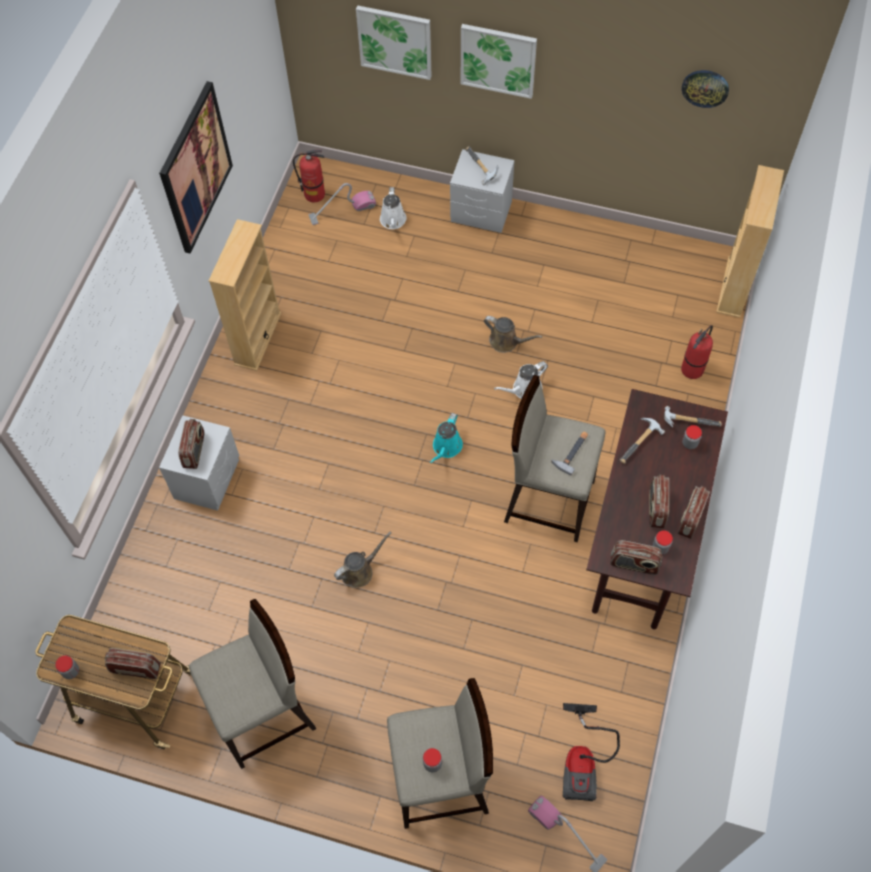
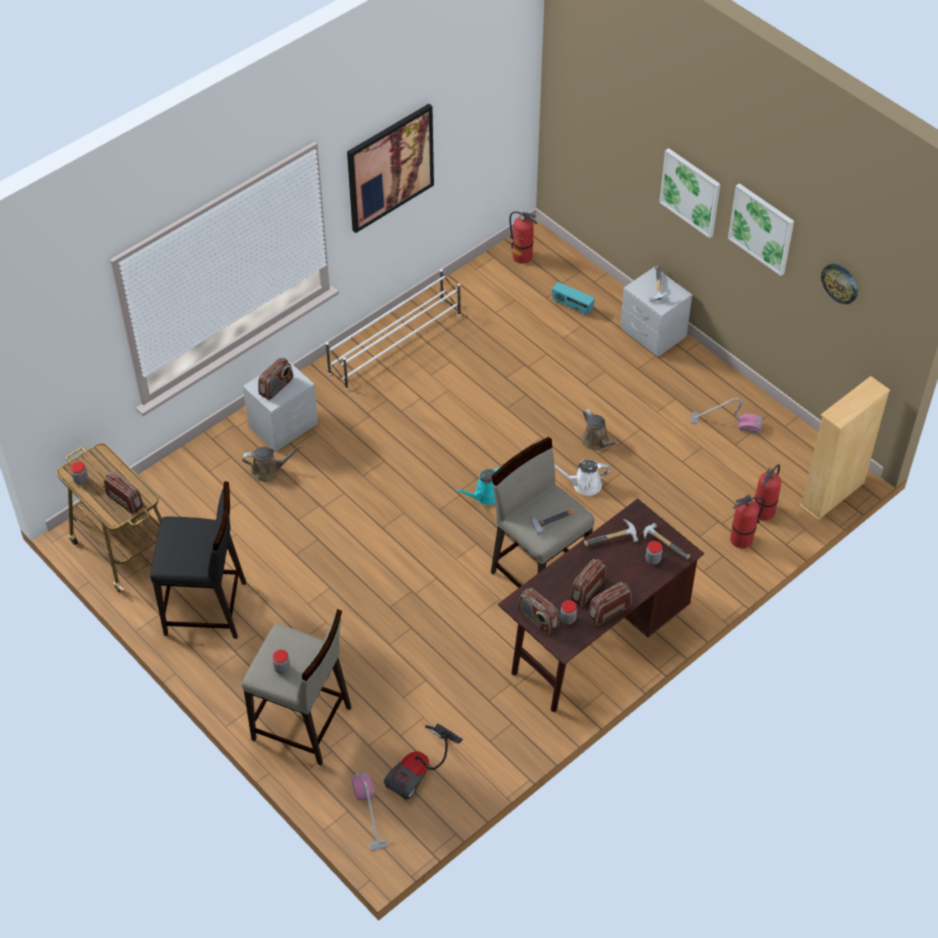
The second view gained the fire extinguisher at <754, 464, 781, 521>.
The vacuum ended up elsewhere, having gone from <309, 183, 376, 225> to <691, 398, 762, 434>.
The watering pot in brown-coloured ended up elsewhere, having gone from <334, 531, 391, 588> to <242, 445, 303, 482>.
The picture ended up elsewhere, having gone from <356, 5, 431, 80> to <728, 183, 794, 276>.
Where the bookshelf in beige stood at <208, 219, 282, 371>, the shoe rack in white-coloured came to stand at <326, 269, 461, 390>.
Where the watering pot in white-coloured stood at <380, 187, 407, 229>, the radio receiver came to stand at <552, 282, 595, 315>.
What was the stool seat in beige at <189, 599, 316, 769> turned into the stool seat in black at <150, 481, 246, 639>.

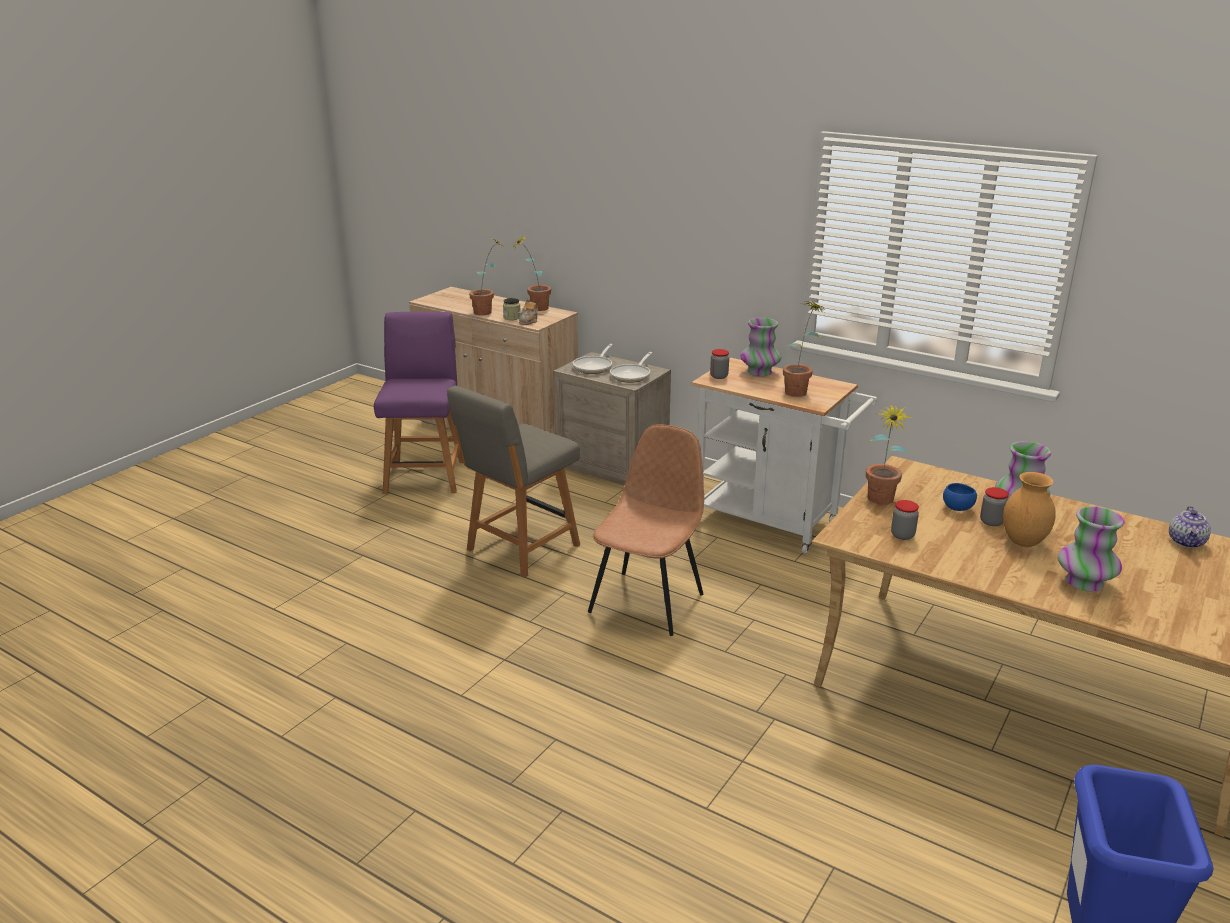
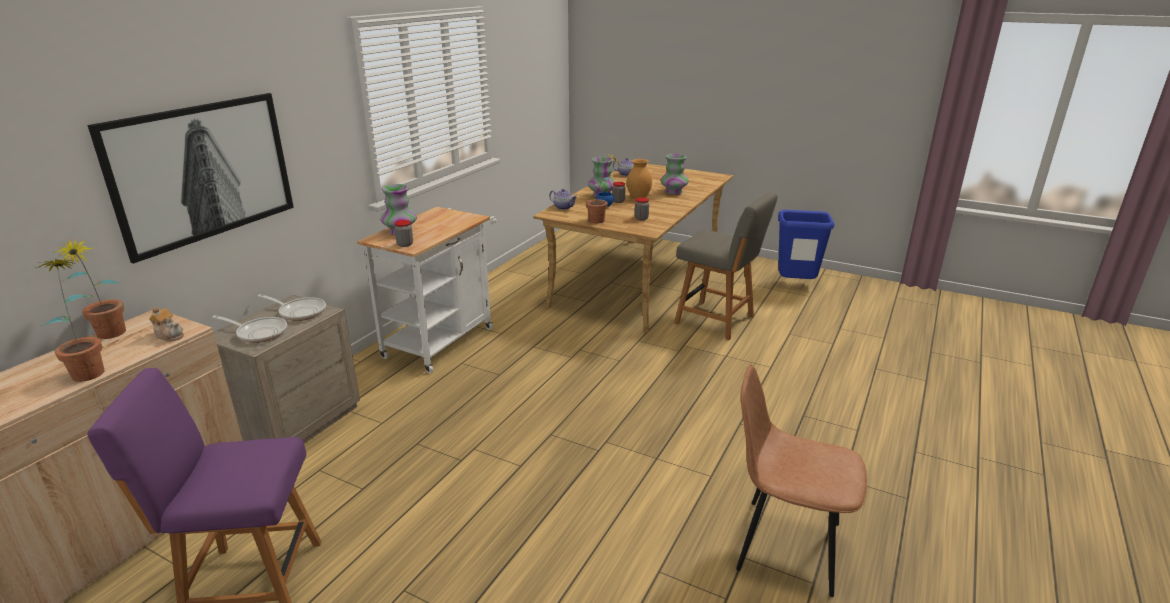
The second view lost the jar at <503, 298, 520, 320>.
The second view lost the plant in a pot at <783, 301, 823, 397>.
The second view gained the picture at <87, 93, 294, 263>.
The second view gained the tea pot at <549, 189, 578, 210>.
The upright chair in grey ended up elsewhere, having gone from <447, 386, 580, 578> to <674, 192, 777, 340>.
The upright chair in brown-coloured ended up elsewhere, having gone from <588, 424, 704, 636> to <736, 364, 867, 597>.

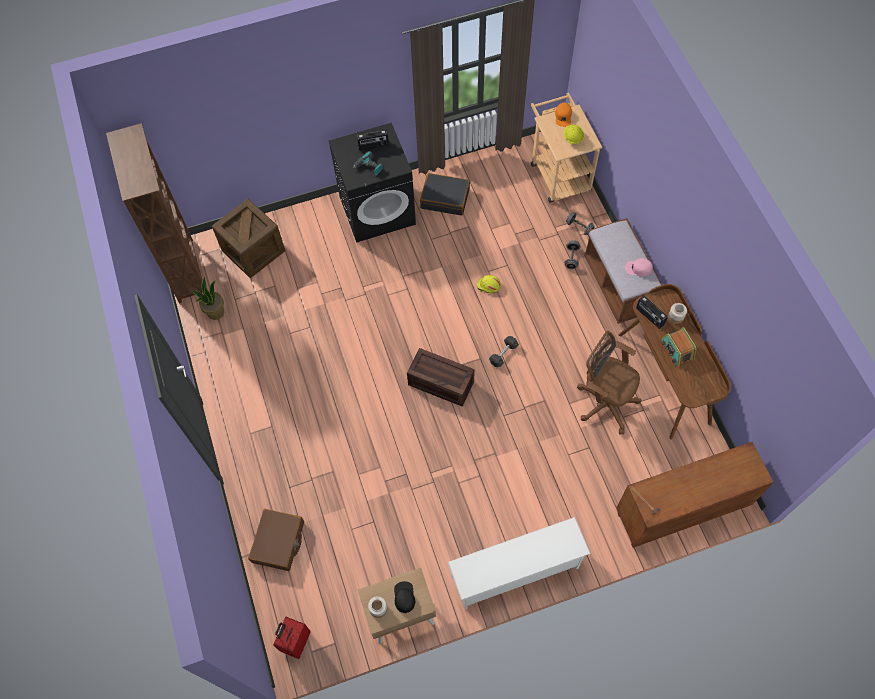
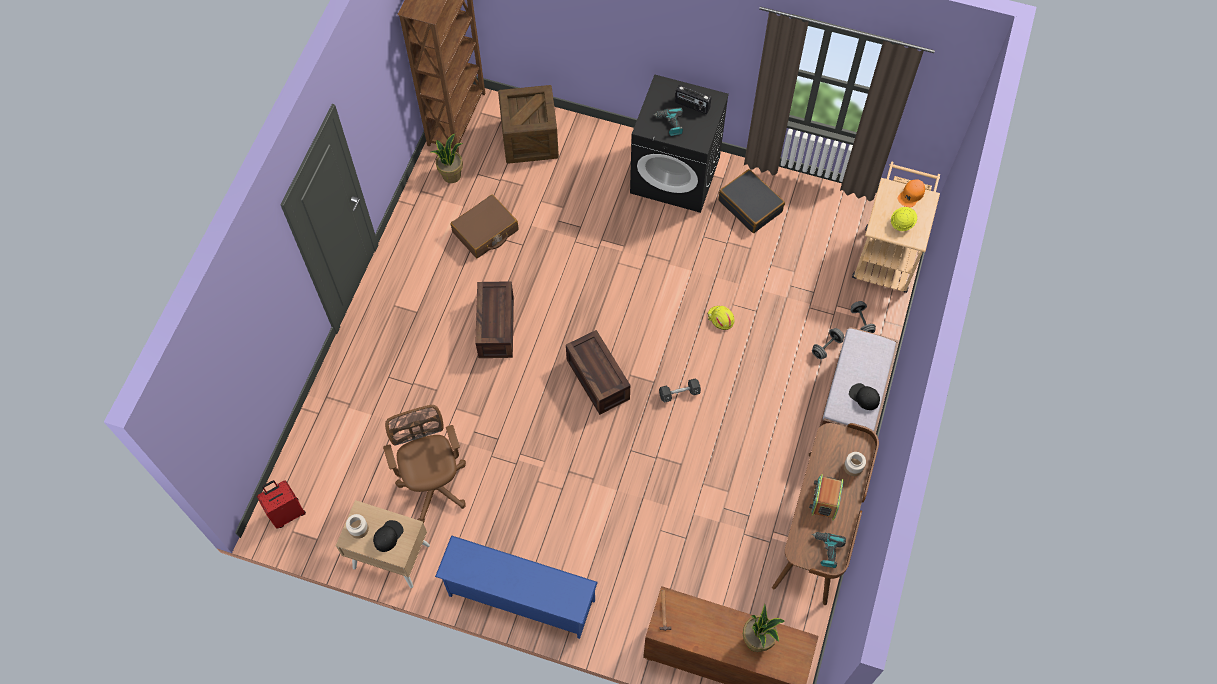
The second view lost the radio receiver at <636, 296, 668, 329>.
The second view gained the crate at <475, 281, 514, 358>.
The second view gained the plant in a pot at <743, 604, 785, 652>.
The second view gained the electric drill at <812, 532, 846, 568>.
The suitcase in brown-coloured ended up elsewhere, having gone from <248, 509, 304, 571> to <450, 195, 518, 258>.
The office chair in brown-coloured ended up elsewhere, having gone from <577, 331, 641, 435> to <383, 405, 466, 523>.
What was the shoe rack in white-coloured at <448, 517, 591, 609> turned into the shoe rack in blue-coloured at <435, 535, 598, 639>.
What was the cap in pink-coloured at <625, 258, 653, 277> turned into the cap in black at <849, 383, 880, 410>.

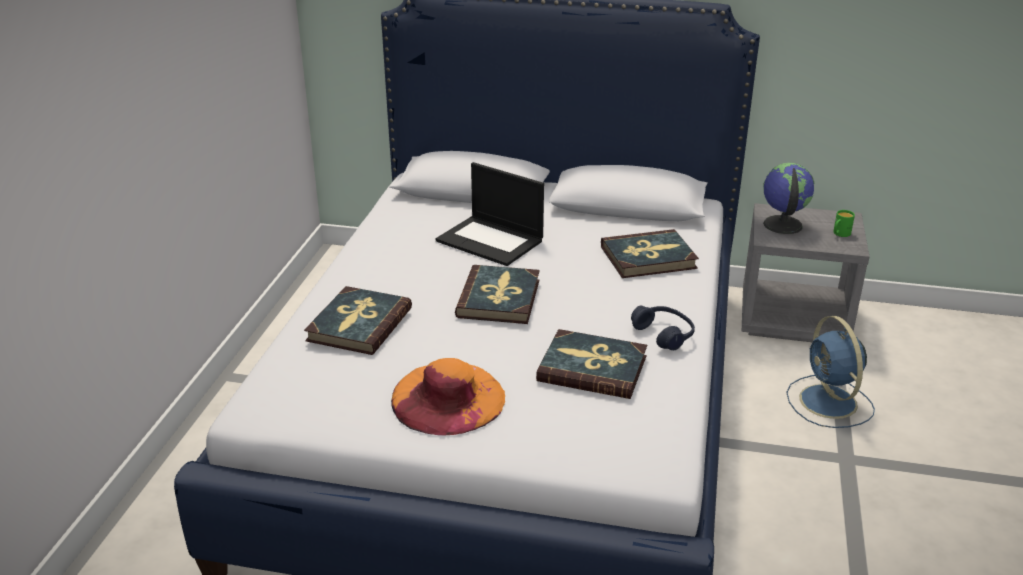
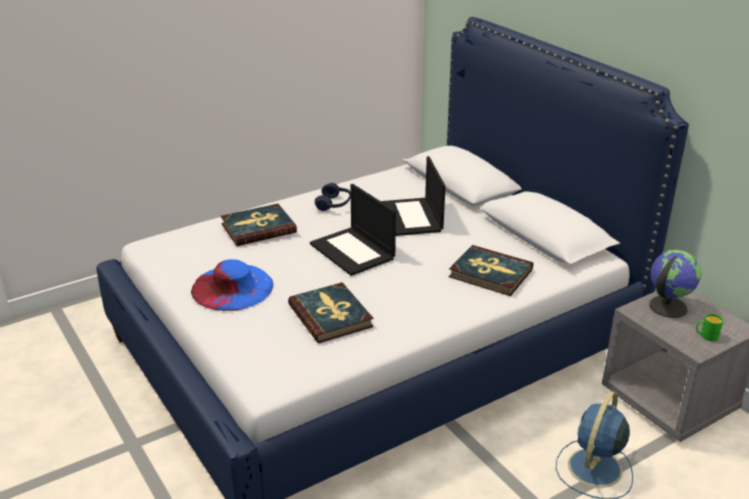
The headphones in blue-coloured ended up elsewhere, having gone from <631, 306, 695, 350> to <315, 183, 351, 211>.
Where the bound book stood at <455, 265, 540, 324>, the laptop came to stand at <310, 184, 396, 276>.
What was the clothing hat in orange at <391, 358, 505, 436> turned into the clothing hat in blue-coloured at <191, 259, 273, 311>.

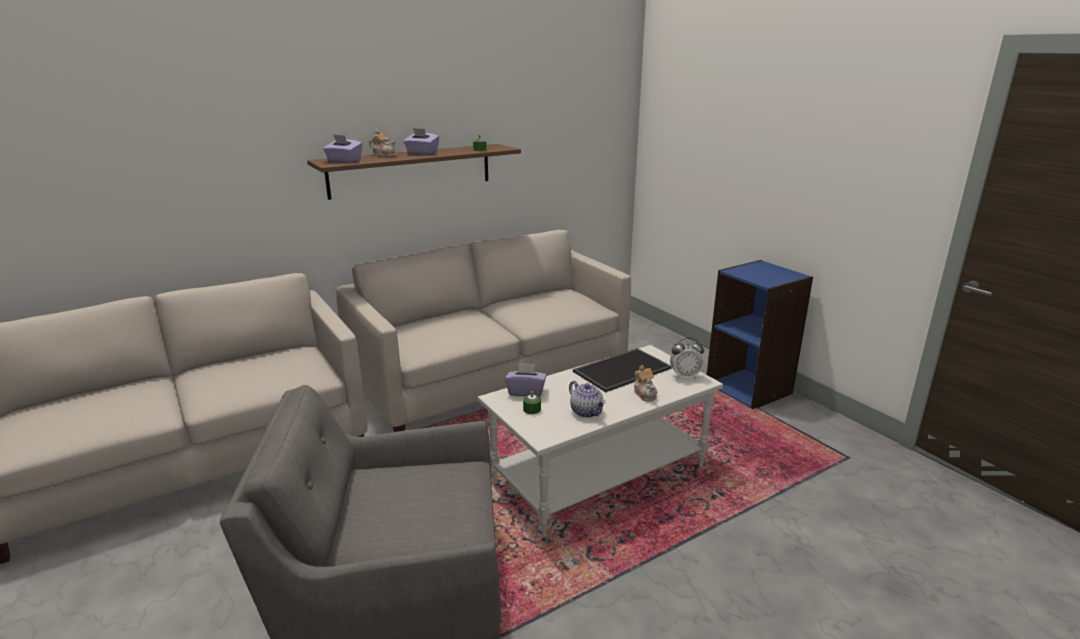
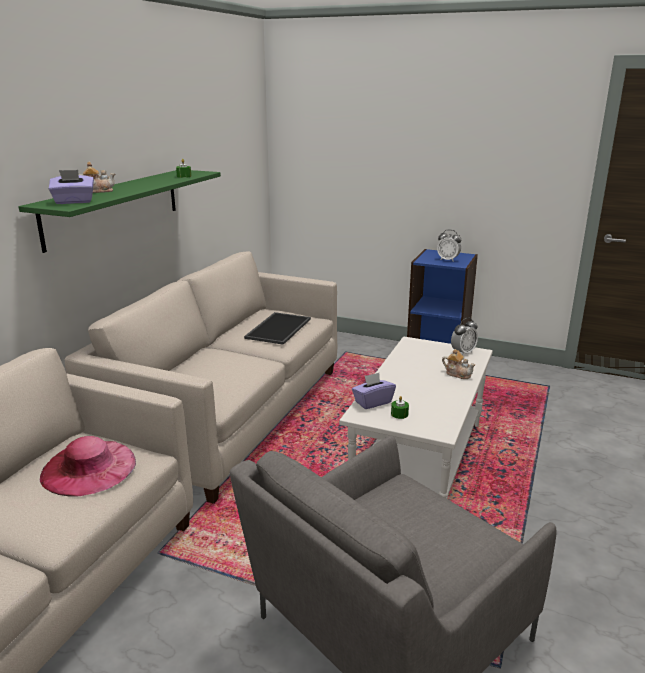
The second view lost the box of tissues in purple at <403, 128, 439, 155>.
The second view lost the tea pot at <569, 381, 606, 418>.
The second view gained the clothing hat in pink-coloured at <40, 436, 136, 497>.
The second view gained the bedside clock at <437, 230, 461, 262>.
The carrying tray ended up elsewhere, having gone from <573, 348, 672, 392> to <244, 312, 311, 345>.
What was the shelf in brown-coloured at <307, 144, 521, 200> turned into the shelf in greenish at <18, 170, 221, 253>.

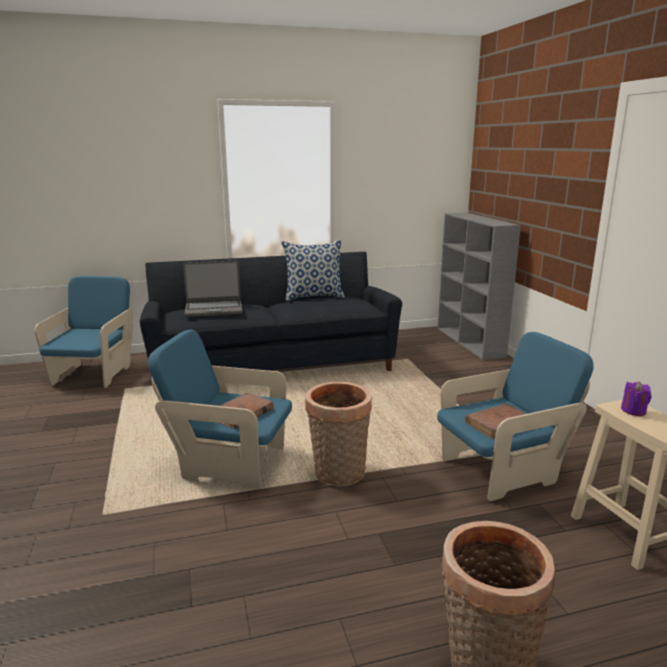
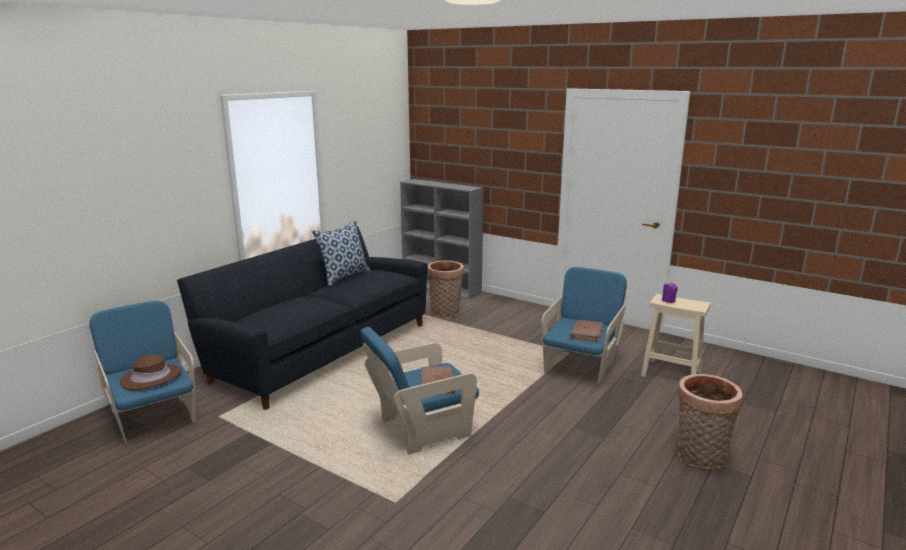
The second view lost the laptop at <183, 261, 243, 317>.
The second view gained the clothing hat in brown-coloured at <120, 355, 182, 391>.
The storage basket ended up elsewhere, having gone from <305, 381, 372, 487> to <427, 261, 464, 318>.

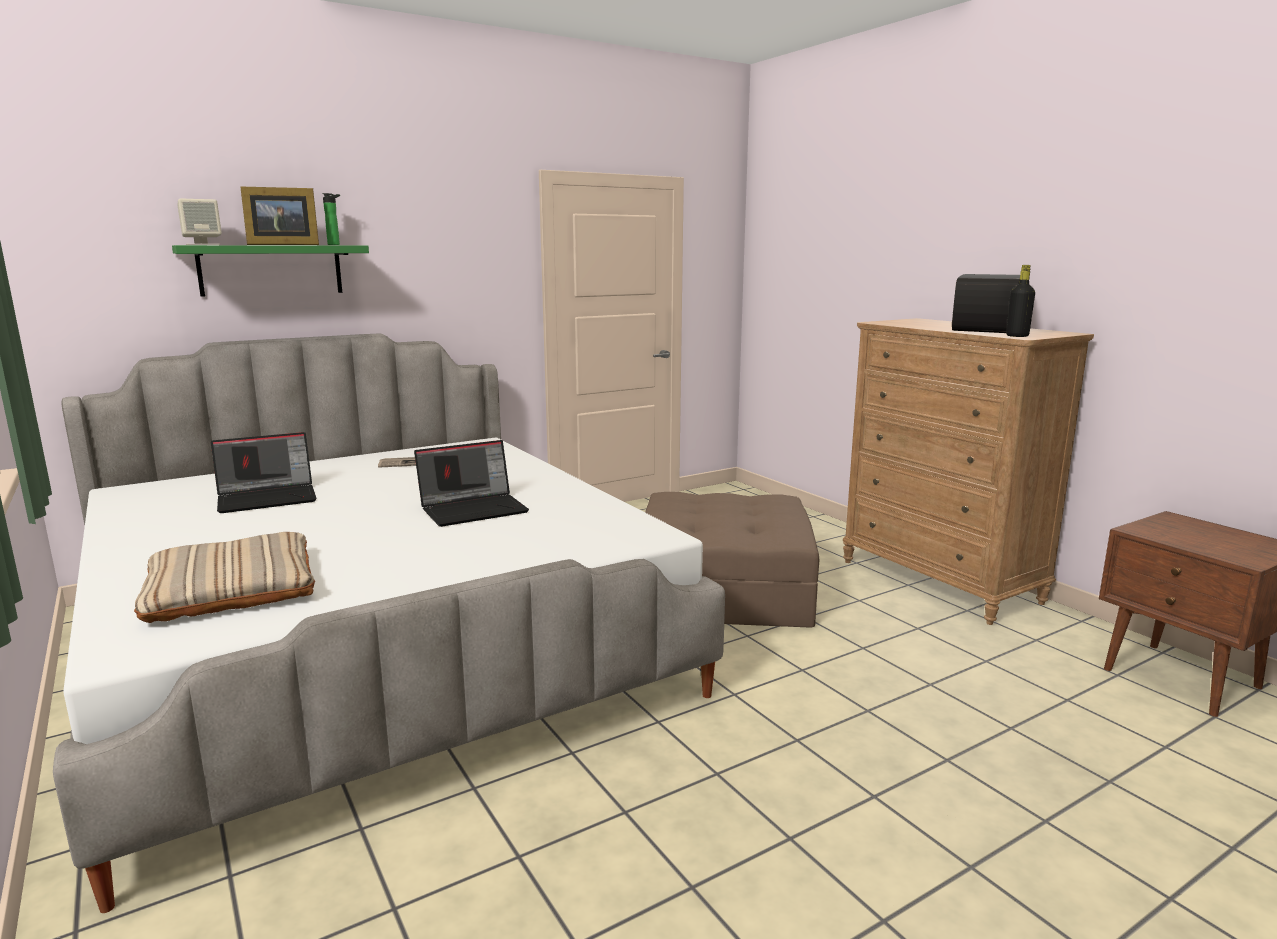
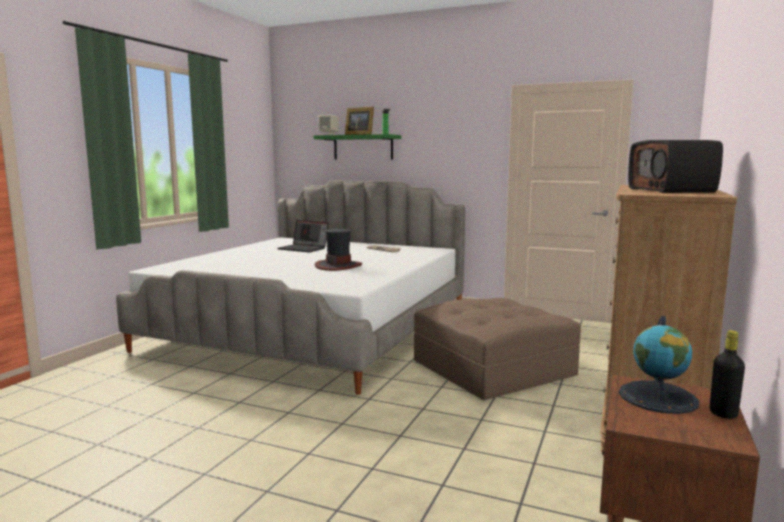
The second view lost the throw pillow in beige at <134, 532, 315, 623>.
The second view gained the desk globe at <619, 316, 699, 414>.
The bottle in black ended up elsewhere, having gone from <1006, 265, 1035, 337> to <710, 330, 745, 419>.
Where the laptop stood at <414, 440, 529, 527>, the clothing hat came to stand at <315, 229, 362, 271>.
The radio receiver at <952, 274, 1020, 333> ended up facing another way, 90 degrees clockwise from before.

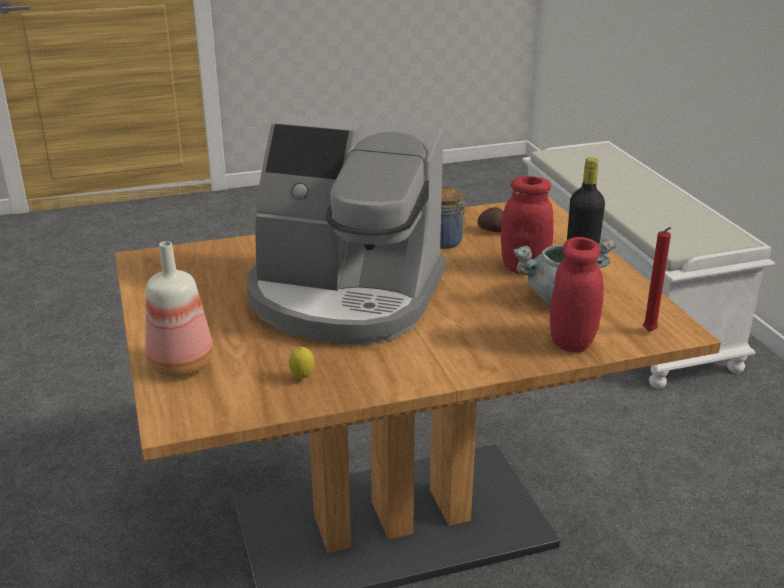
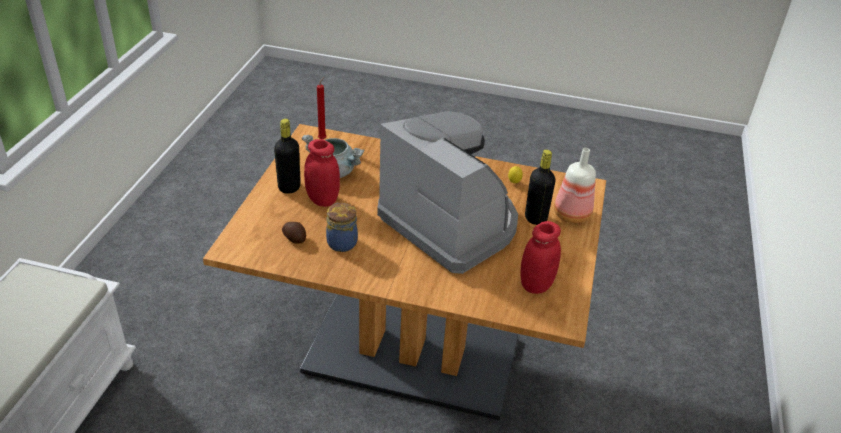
The second view gained the bottle in black at <525, 150, 556, 225>.
The jar in red ended up elsewhere, having gone from <550, 237, 604, 353> to <520, 221, 561, 294>.

